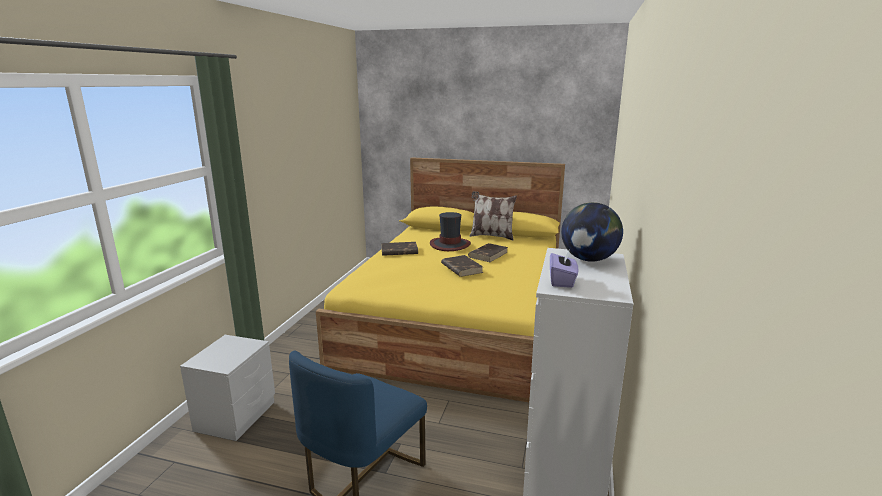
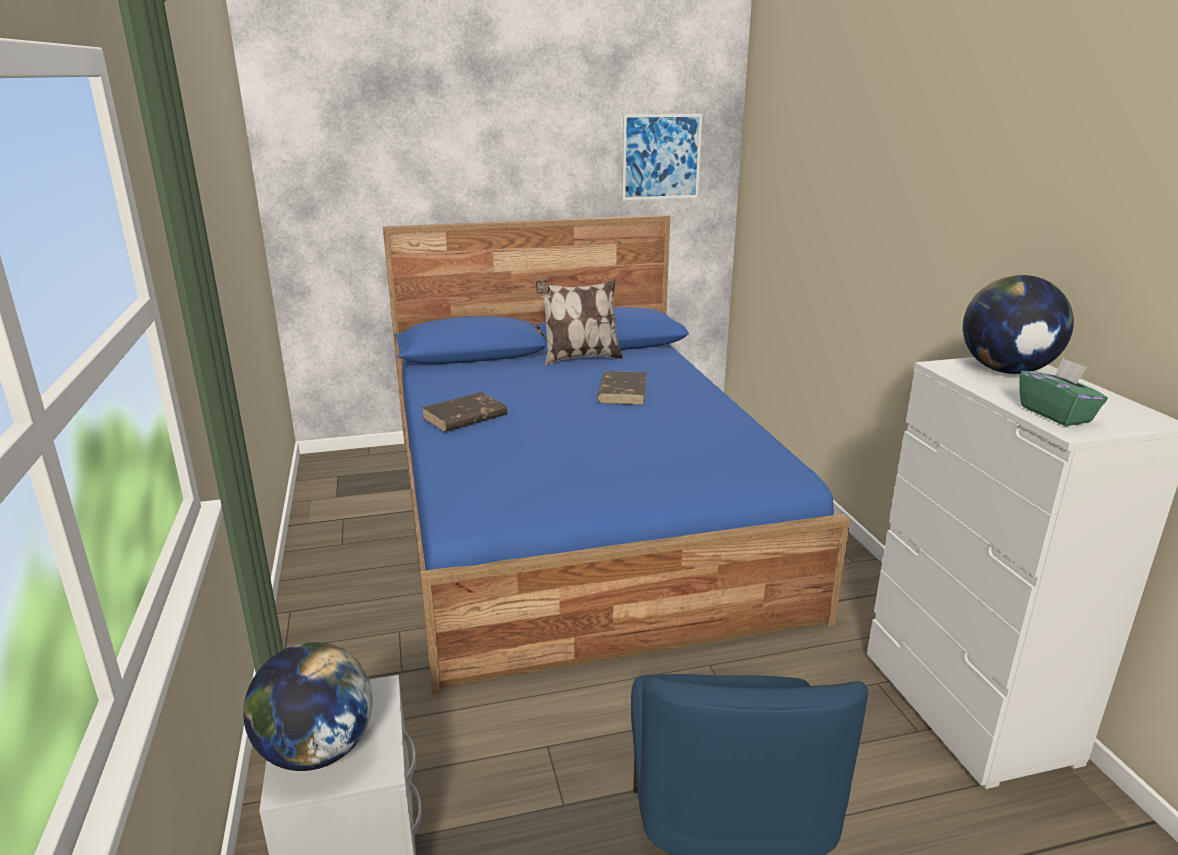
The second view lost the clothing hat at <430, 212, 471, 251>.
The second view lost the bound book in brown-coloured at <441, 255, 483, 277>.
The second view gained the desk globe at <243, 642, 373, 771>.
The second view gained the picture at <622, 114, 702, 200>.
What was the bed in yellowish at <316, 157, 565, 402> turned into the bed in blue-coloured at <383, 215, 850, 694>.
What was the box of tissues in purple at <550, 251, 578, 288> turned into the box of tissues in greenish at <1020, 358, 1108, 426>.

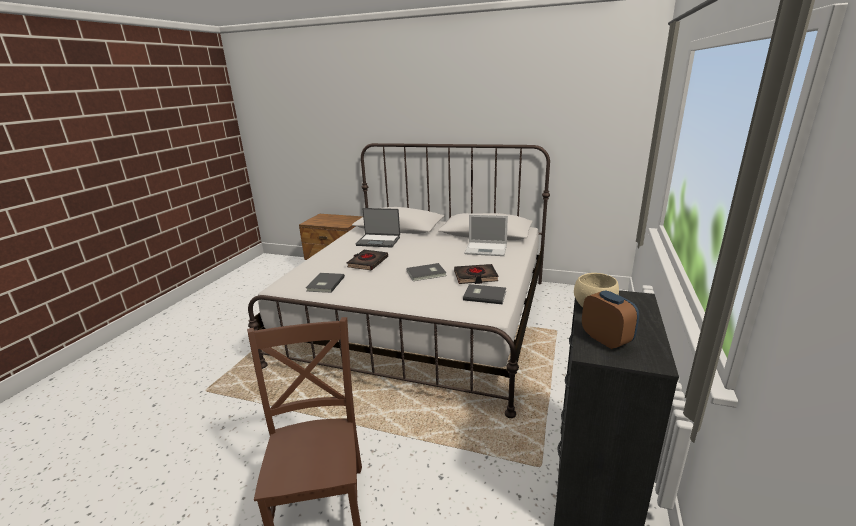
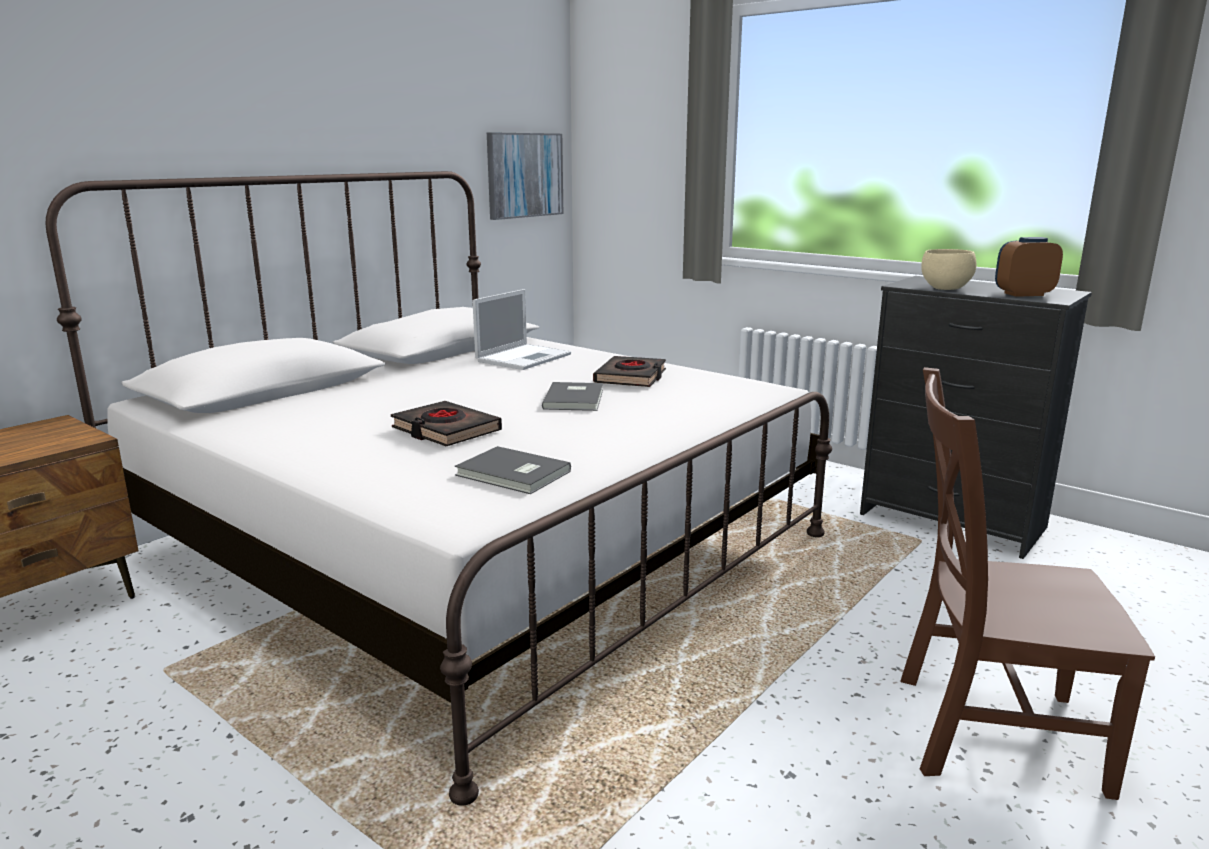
The second view lost the laptop at <356, 208, 400, 248>.
The second view lost the bound book in grey at <463, 284, 506, 305>.
The second view gained the picture at <487, 132, 563, 220>.

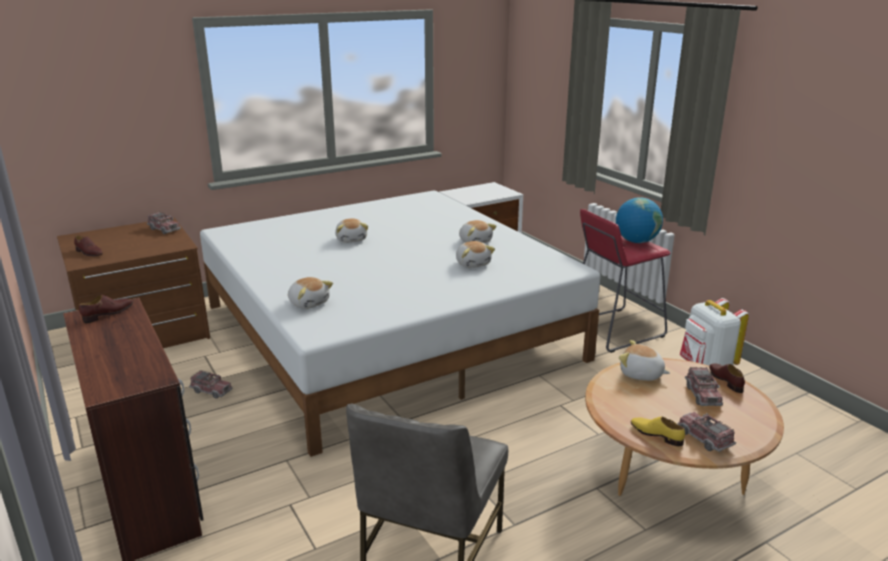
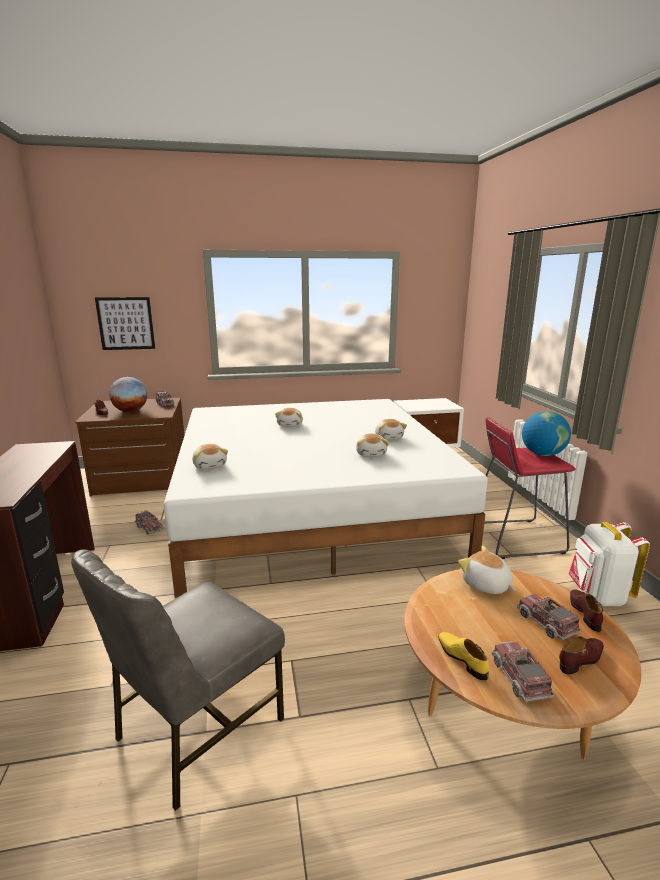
The second view gained the picture at <95, 297, 155, 350>.
The second view gained the desk globe at <109, 377, 147, 412>.
The low shoe in brown-coloured ended up elsewhere, having gone from <79, 295, 133, 323> to <559, 636, 604, 674>.
The model truck at <685, 367, 723, 406> ended up facing another way, 135 degrees clockwise from before.

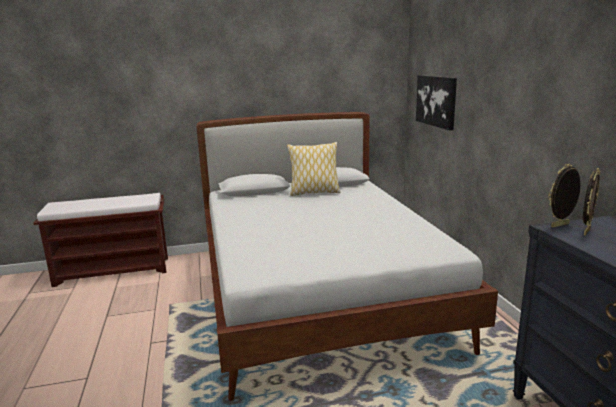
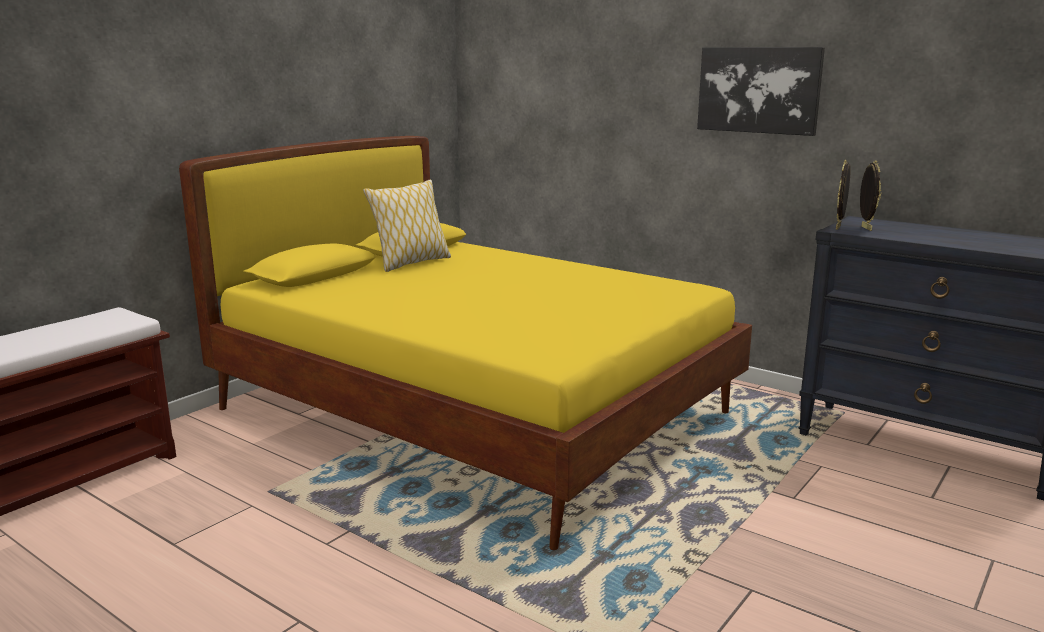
The picture ended up elsewhere, having gone from <416, 75, 457, 131> to <697, 47, 825, 136>.
What was the bed in white-coloured at <196, 112, 498, 401> turned into the bed in yellowish at <179, 136, 752, 550>.

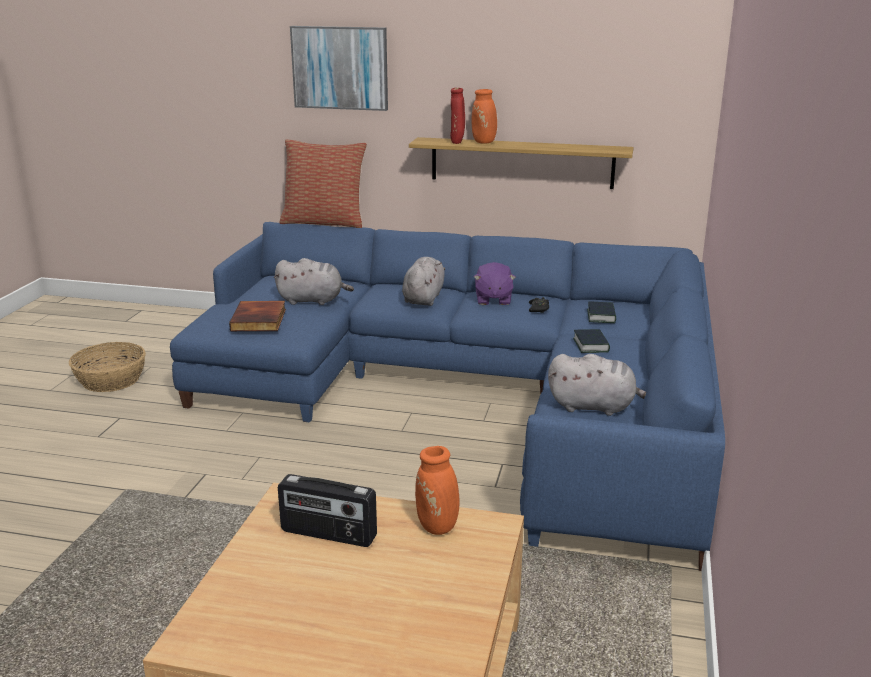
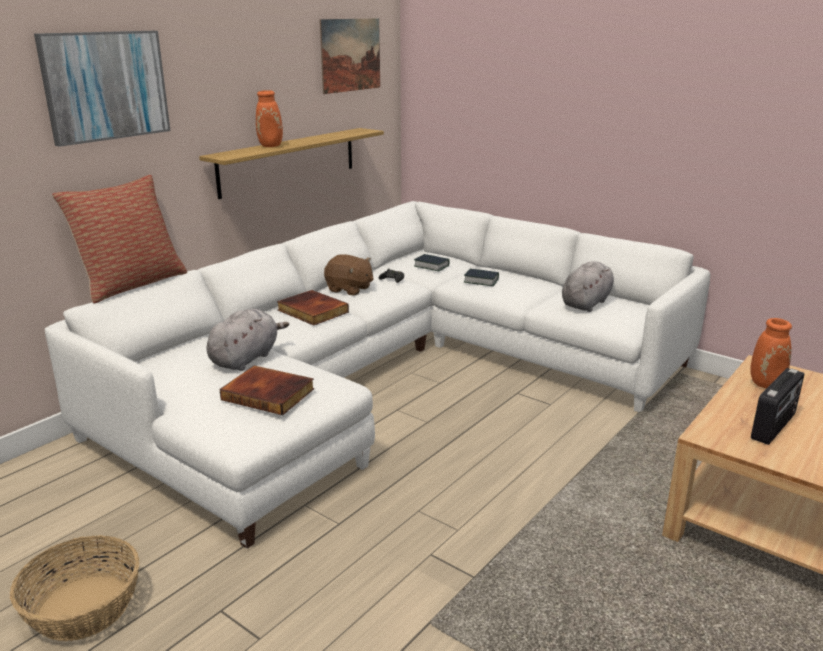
The second view lost the decorative vase in red at <450, 88, 465, 144>.
The second view gained the picture at <319, 18, 380, 94>.
Where the soft toy in grey stood at <402, 257, 445, 306>, the bound book came to stand at <277, 290, 349, 325>.
What was the sofa in blue-coloured at <170, 222, 725, 571> turned into the sofa in white-coloured at <45, 201, 710, 549>.
What was the soft toy in purple at <474, 262, 516, 305> turned into the soft toy in brown-coloured at <324, 254, 374, 296>.

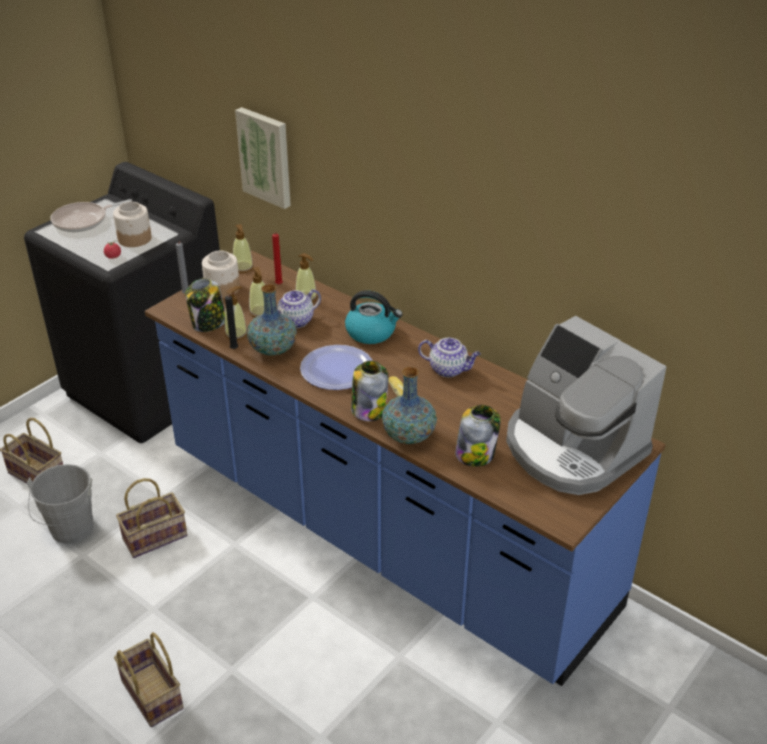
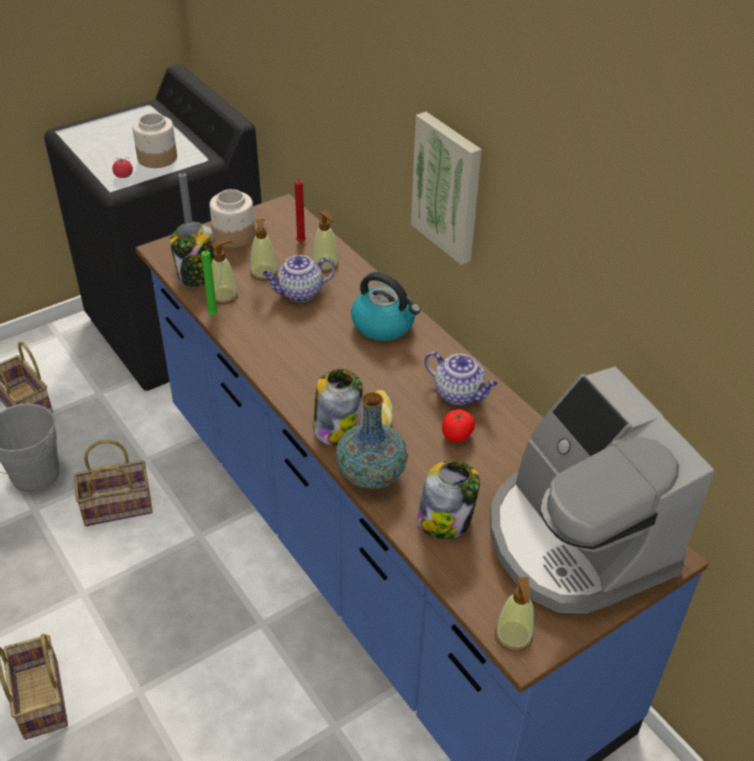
The second view lost the skillet at <51, 199, 132, 233>.
The second view lost the decorative vase at <247, 284, 297, 356>.
The second view lost the plate at <300, 345, 373, 390>.
The second view gained the fresh tomato at <442, 409, 475, 442>.
The soap dispenser ended up elsewhere, having gone from <233, 224, 253, 273> to <495, 577, 534, 652>.
The picture ended up elsewhere, having gone from <235, 107, 291, 209> to <411, 112, 482, 265>.
What was the wax candle in black at <225, 293, 238, 349> turned into the wax candle in greenish at <201, 249, 218, 315>.

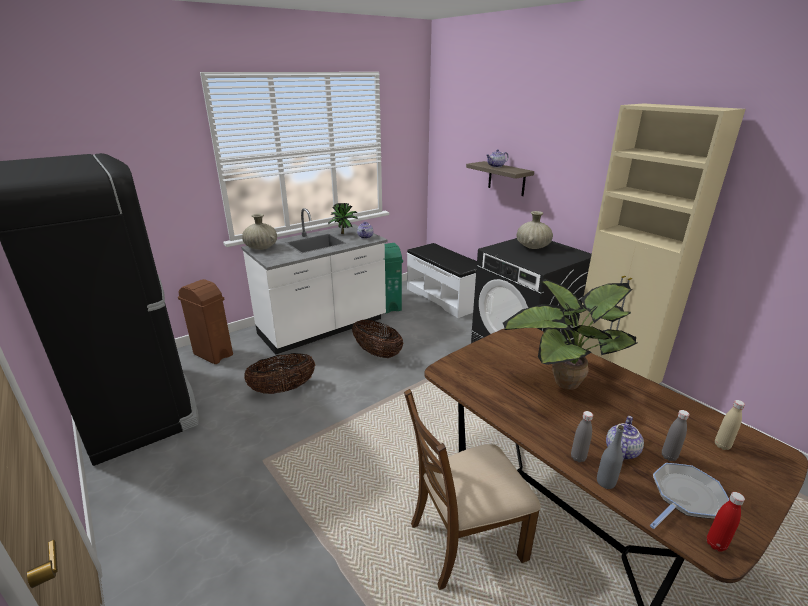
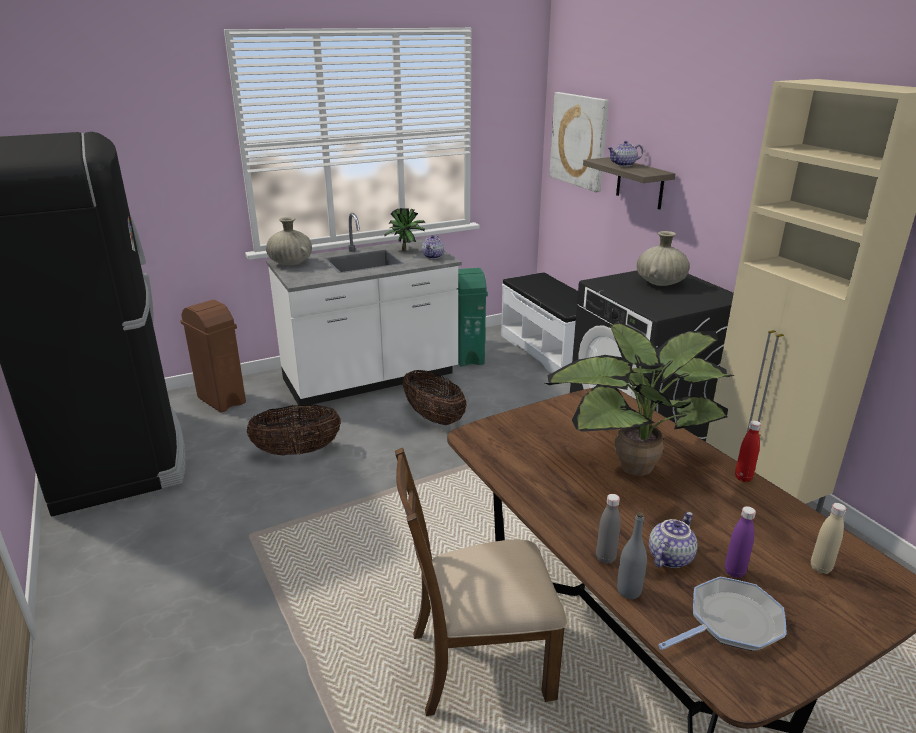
The second view gained the picture at <549, 92, 609, 192>.
The bottle in red ended up elsewhere, having gone from <707, 492, 745, 552> to <735, 420, 761, 482>.
What was the bottle in grey at <662, 410, 689, 461> turned into the bottle in purple at <725, 506, 756, 578>.

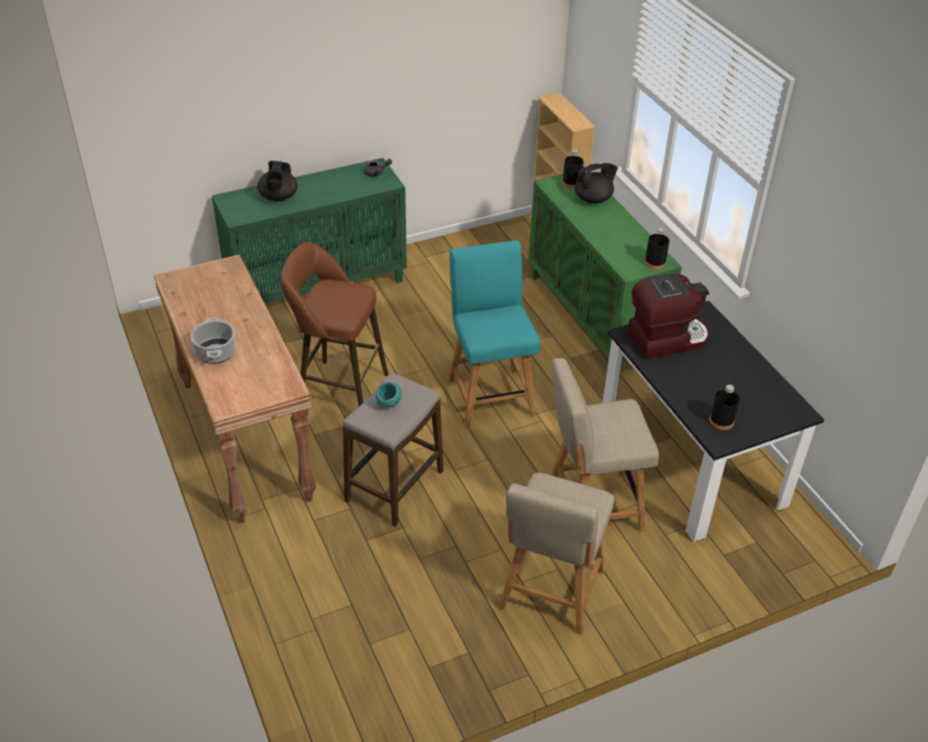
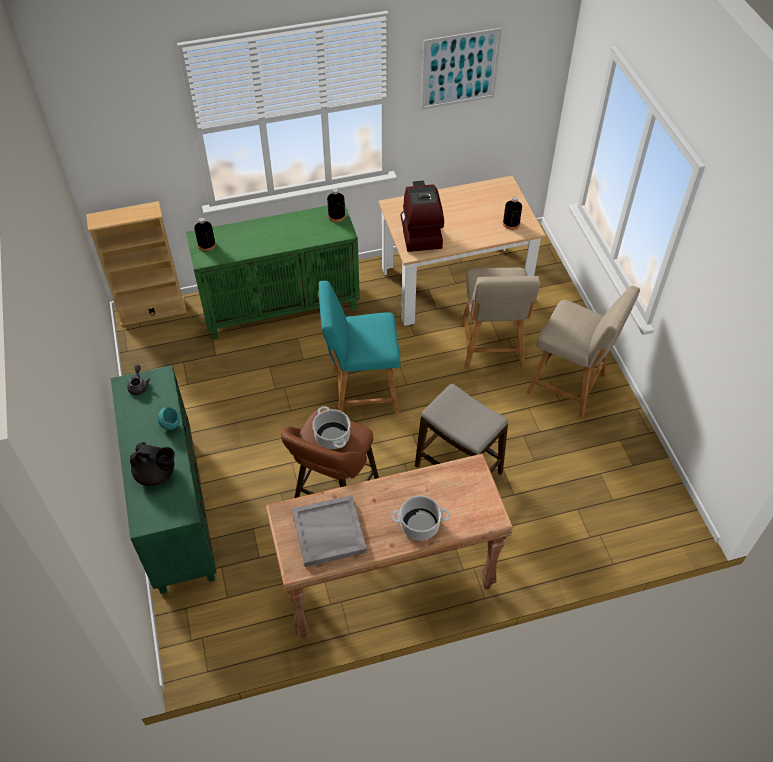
The second view lost the tea pot in black at <575, 163, 618, 204>.
The second view gained the carrying tray in grey at <292, 495, 367, 567>.
The second view gained the cooking pot at <312, 406, 351, 449>.
The second view gained the picture at <421, 28, 502, 110>.
The deep dish in turquoise-coloured ended up elsewhere, having gone from <376, 382, 402, 407> to <158, 407, 180, 430>.
What was the dinner table in black at <603, 301, 824, 542> turned into the dinner table in beige at <378, 176, 545, 326>.

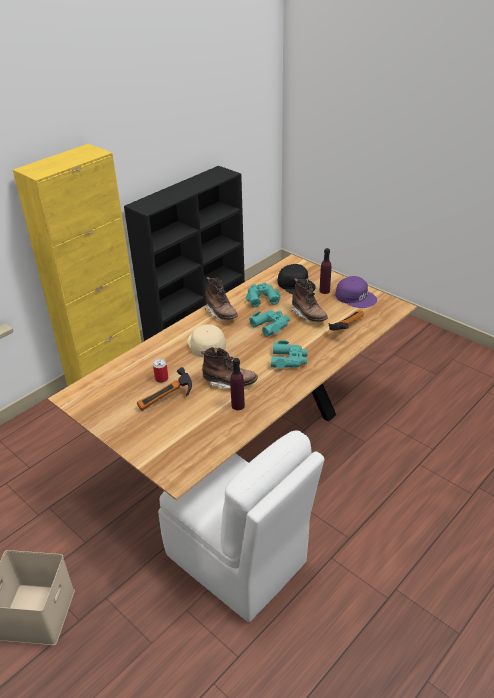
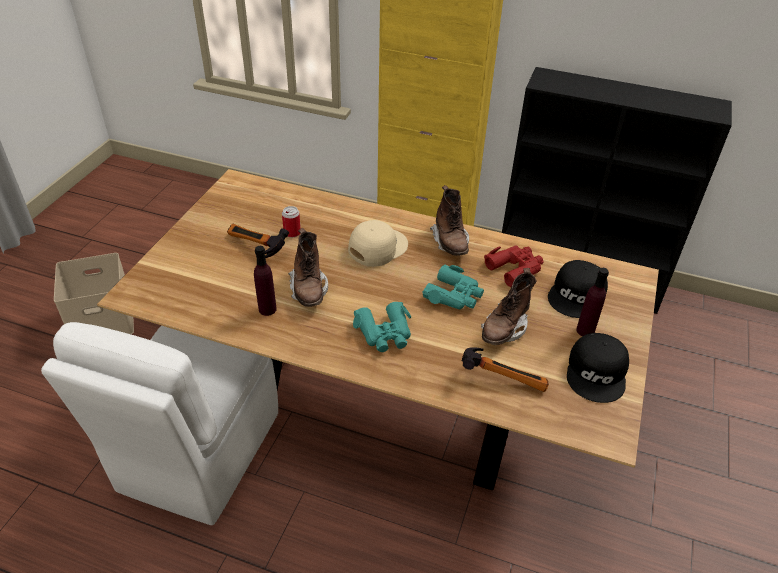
What was the binoculars in turquoise-coloured at <246, 283, 281, 307> turned into the binoculars in red at <484, 245, 544, 287>.
What was the cap in purple at <335, 276, 377, 308> turned into the cap in black at <567, 333, 629, 403>.
The high-top boot in brown-coloured at <205, 277, 238, 320> ended up facing another way, 45 degrees counterclockwise from before.

